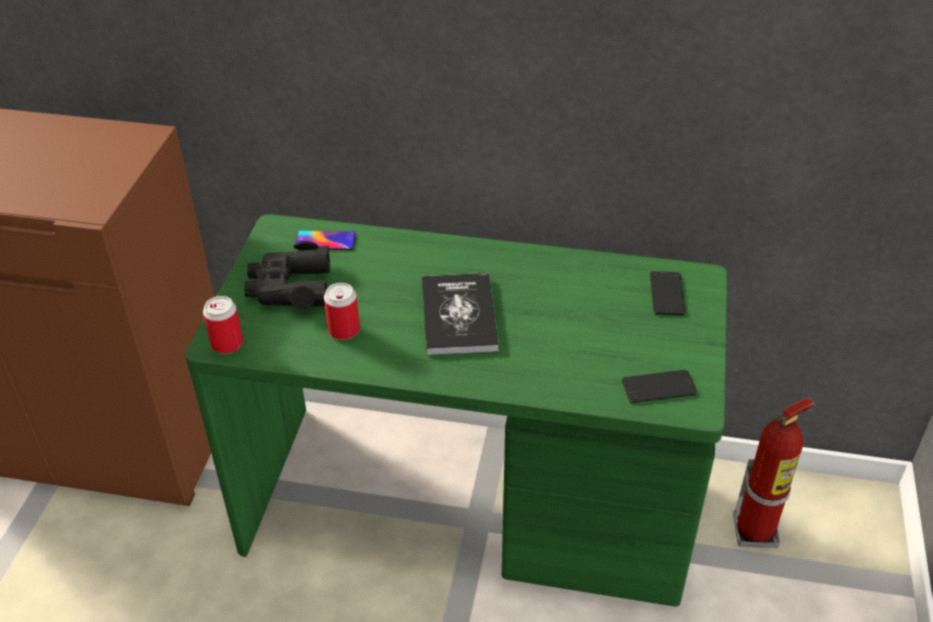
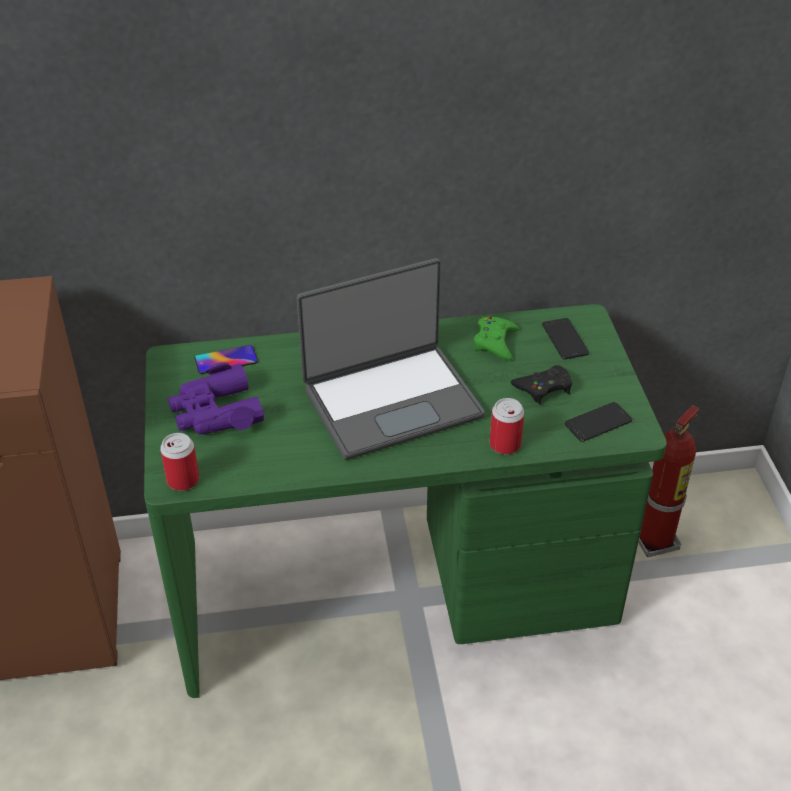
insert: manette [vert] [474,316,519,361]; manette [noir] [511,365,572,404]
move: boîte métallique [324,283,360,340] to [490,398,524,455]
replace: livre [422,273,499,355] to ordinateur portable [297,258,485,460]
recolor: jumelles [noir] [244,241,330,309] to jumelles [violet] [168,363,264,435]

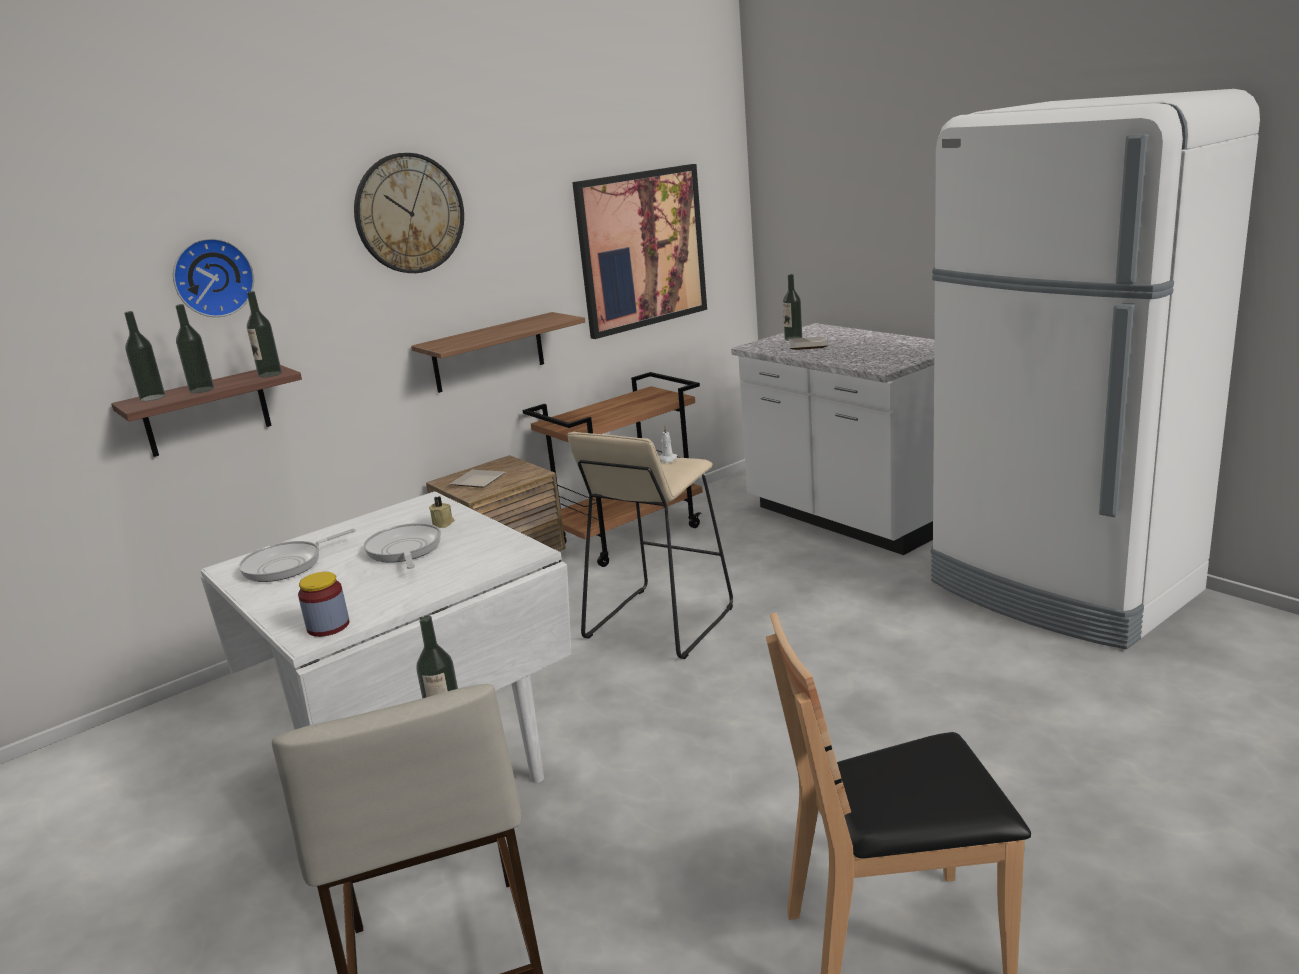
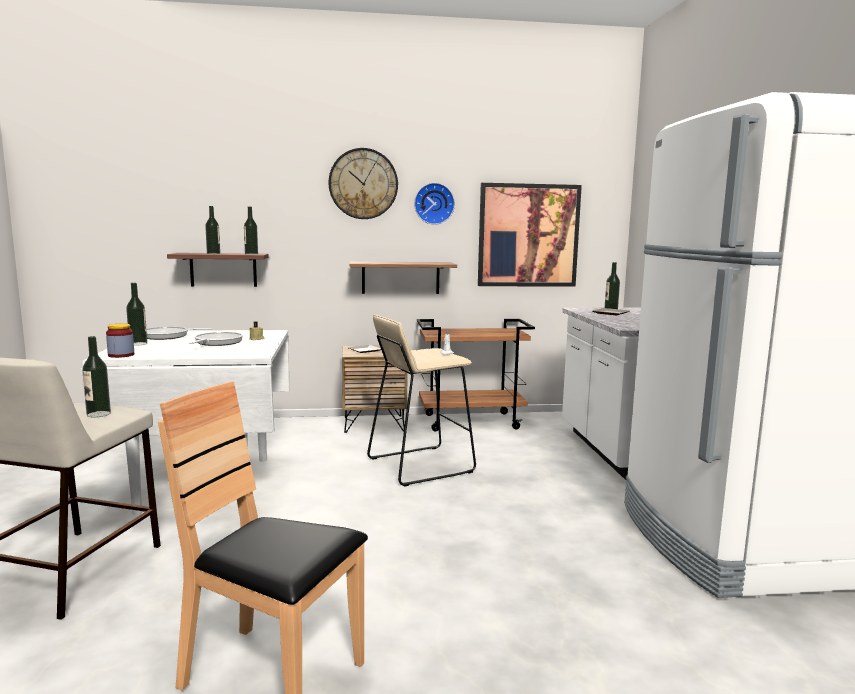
move: bouteille [124,311,165,401] to [126,283,147,346]; horloge murale [173,238,254,317] to [414,183,455,225]

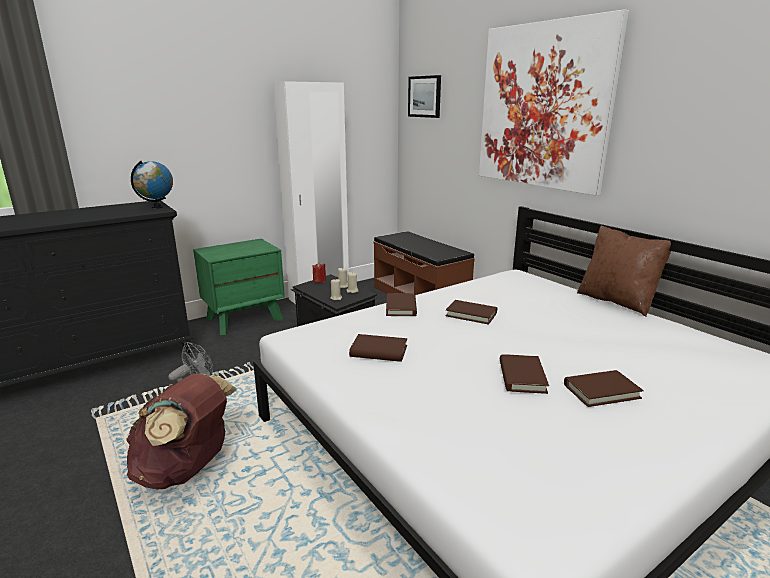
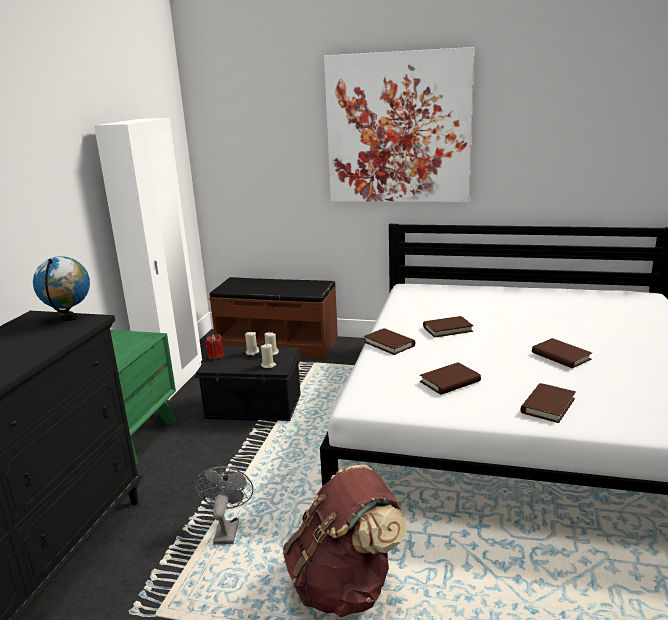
delete: tableau [408,75,441,118]; coussin [marron] [577,226,671,317]
move: livre [marron] [564,370,644,407] to [520,383,576,423]

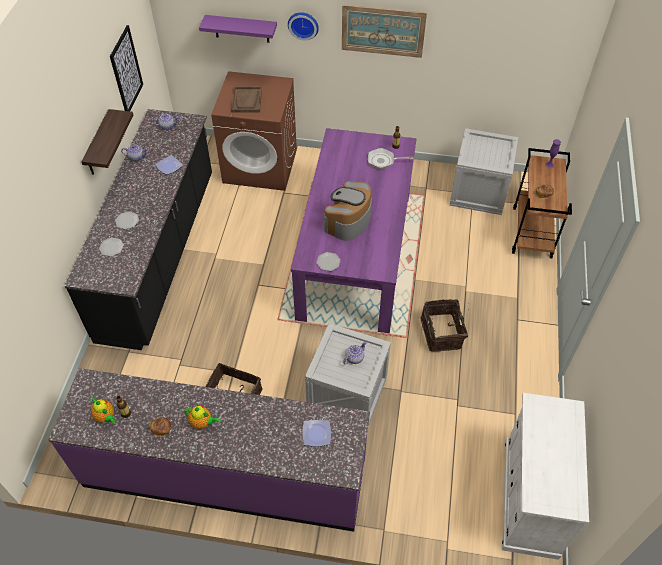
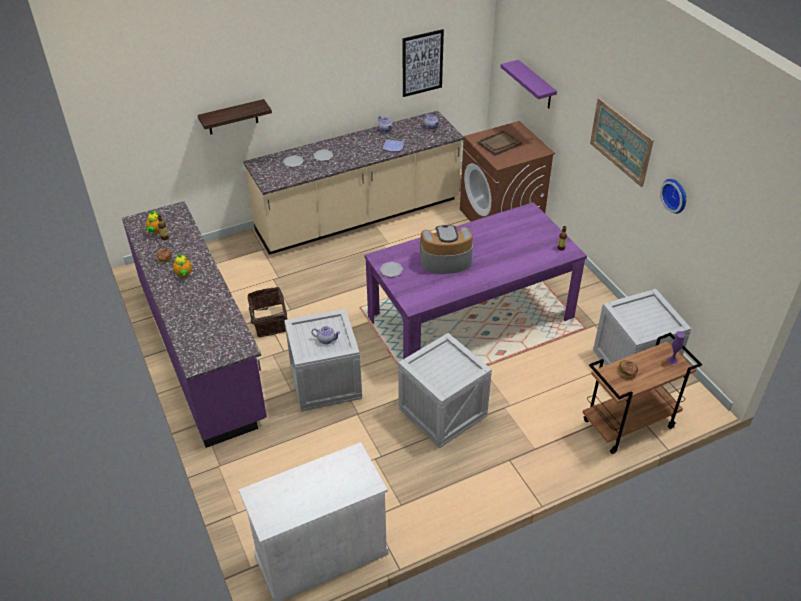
delete: assiette [302,420,331,447]; poêle [368,148,414,170]
move: étagère [81,109,133,175] to [198,99,272,134]; horloge murale [288,12,319,41] to [660,179,686,214]
replace: panier [421,299,468,352] to caisse [398,333,492,448]
recolor: comptoir de cuisine [noir] [65,109,212,350] to comptoir de cuisine [beige] [243,111,464,255]

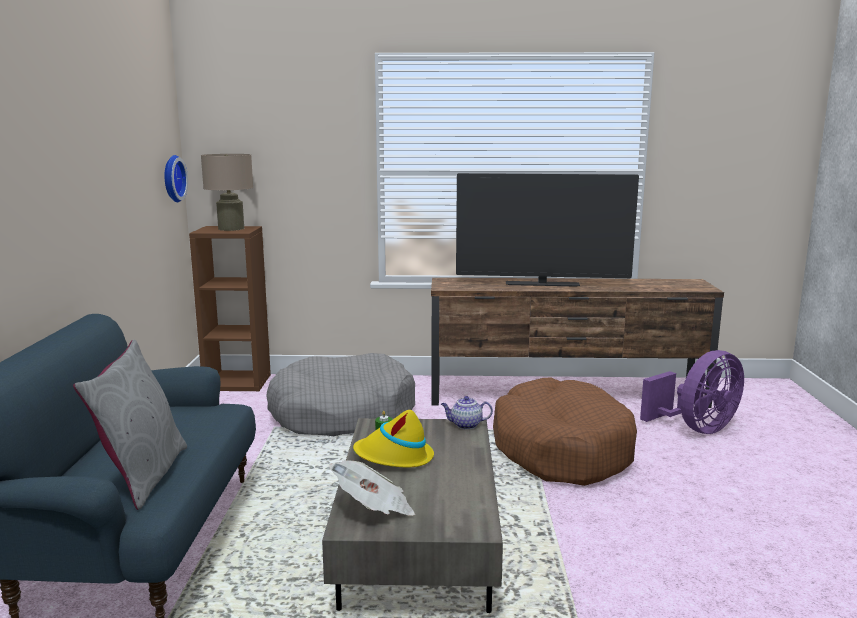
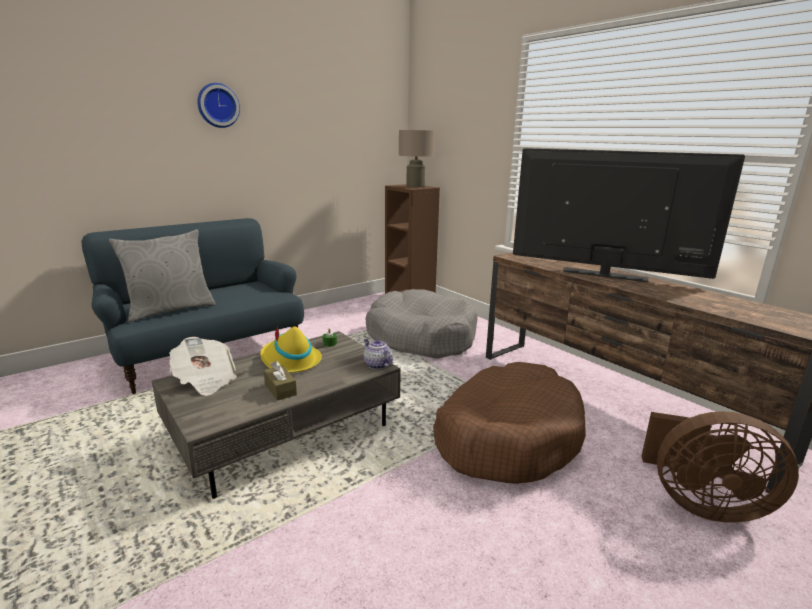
insert: boîte à mouchoirs [marron] [264,361,297,401]
move: horloge murale [165,155,188,202] to [197,83,240,128]
recolor: ventilateur [violet] [640,350,744,434] to ventilateur [marron] [641,411,799,523]
rotate: téléviseur [456,173,639,287] = [513,148,745,282] 150 degrees clockwise

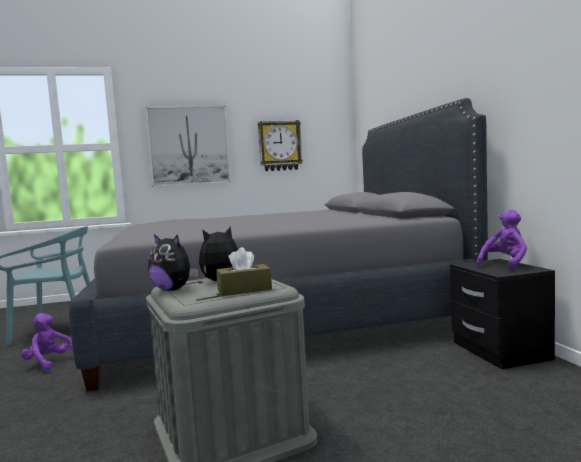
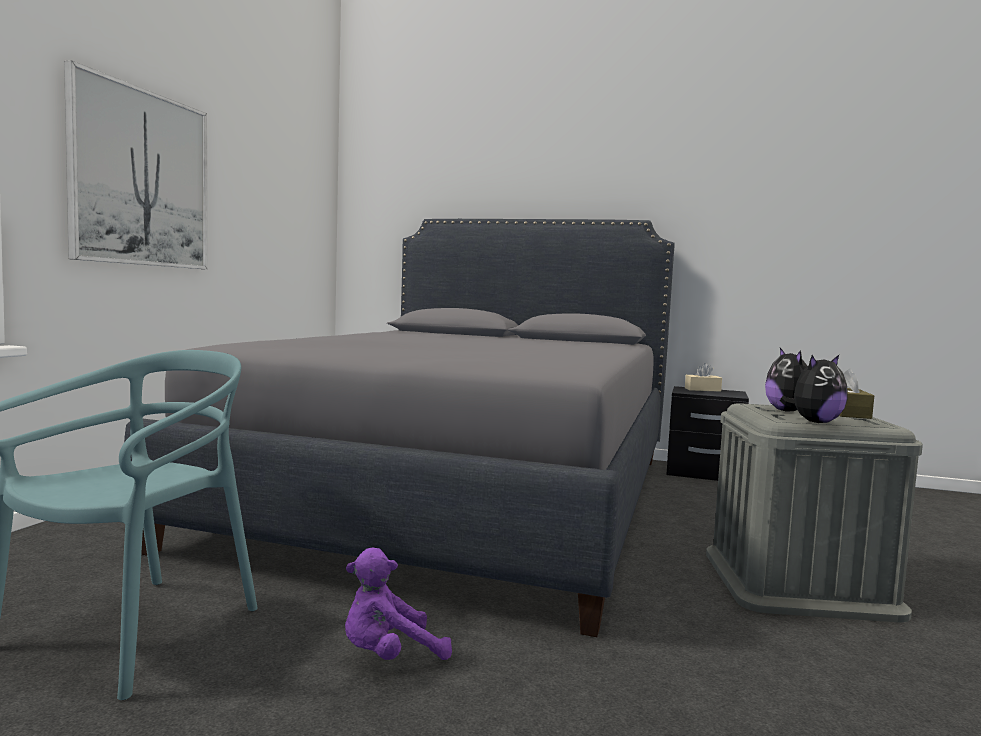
delete: horloge murale [258,120,303,171]
replace: peluche [violet] [476,209,527,270] to boîte à mouchoirs [beige] [685,363,722,392]

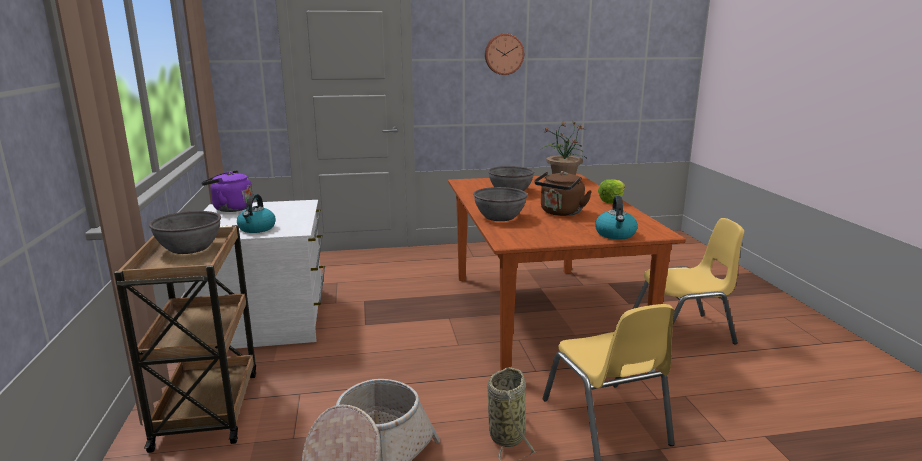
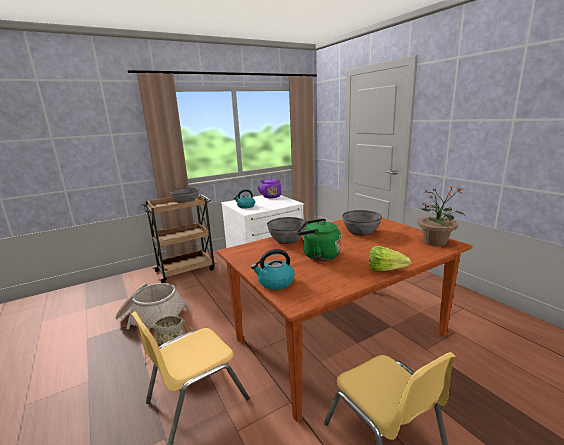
delete: horloge murale [485,34,524,75]
recolor: bouilloire [marron] [534,171,592,216] to bouilloire [vert] [297,218,341,261]

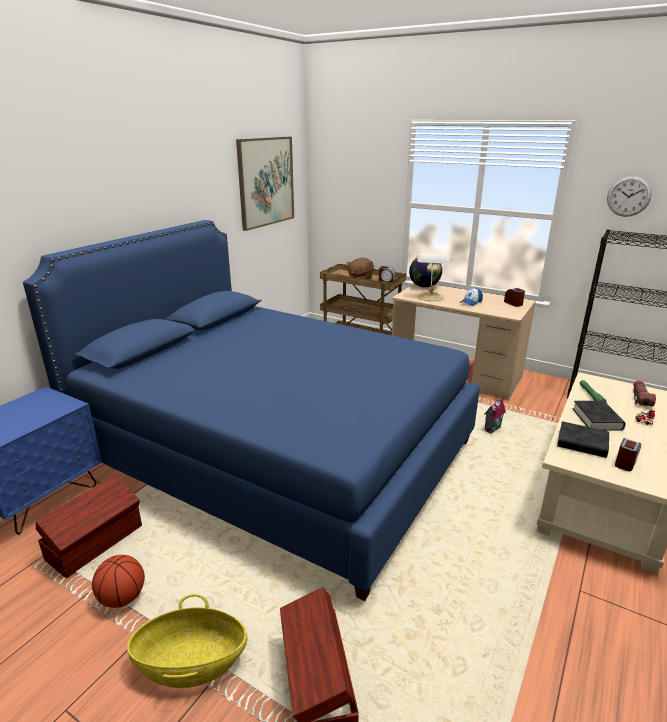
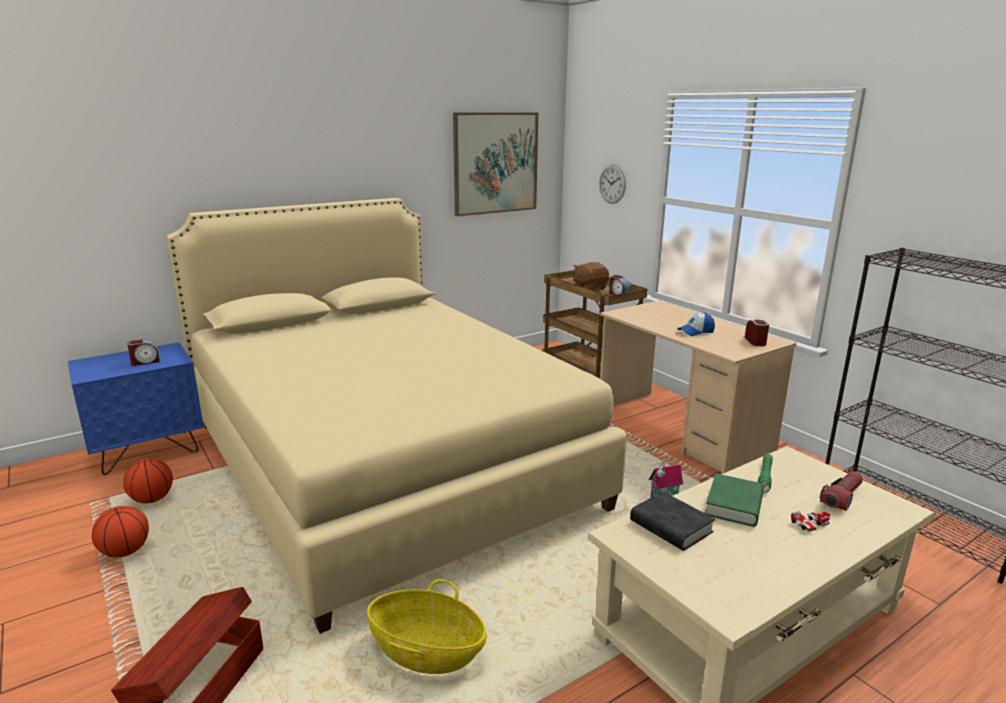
delete: globe [409,258,442,288]; lampe de table [416,253,453,301]
move: panier [127,594,248,688] to [367,579,487,674]; horloge murale [607,176,652,217] to [599,164,626,204]; réveil [615,438,641,471] to [127,339,160,366]
replace: boîte de rangement [marron] [36,475,142,578] to ballon de basket [123,458,173,503]
recolor: lit [bleu] [23,220,480,601] to lit [beige] [167,198,627,634]; livre [noir] [573,401,625,431] to livre [vert] [705,473,764,527]

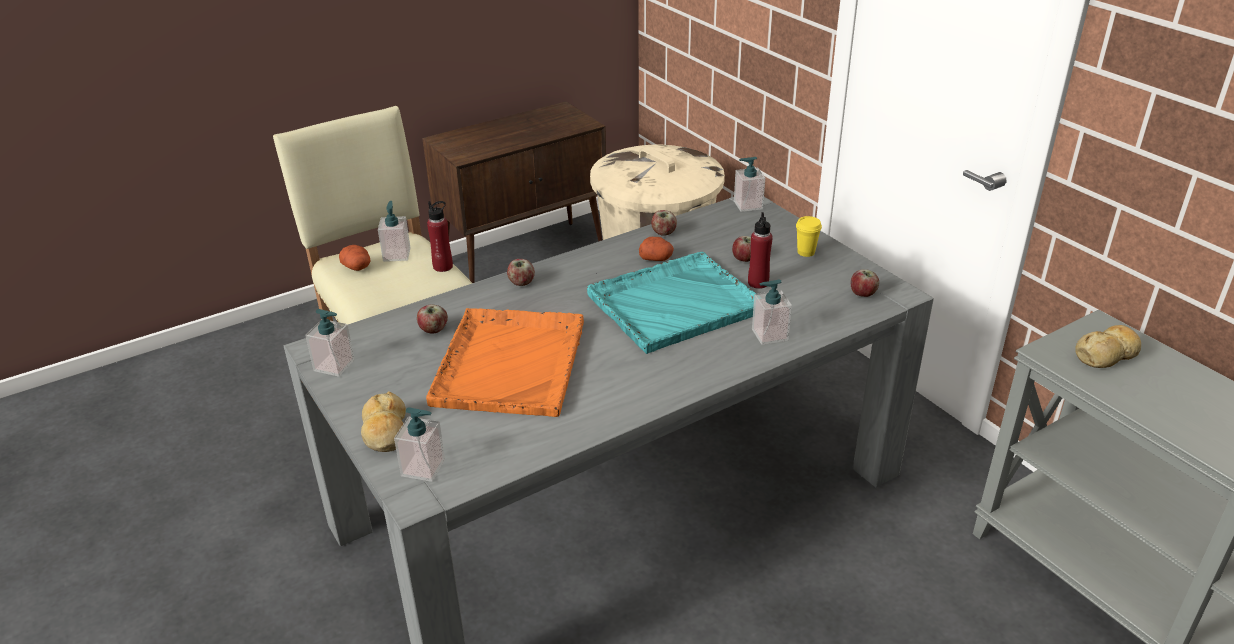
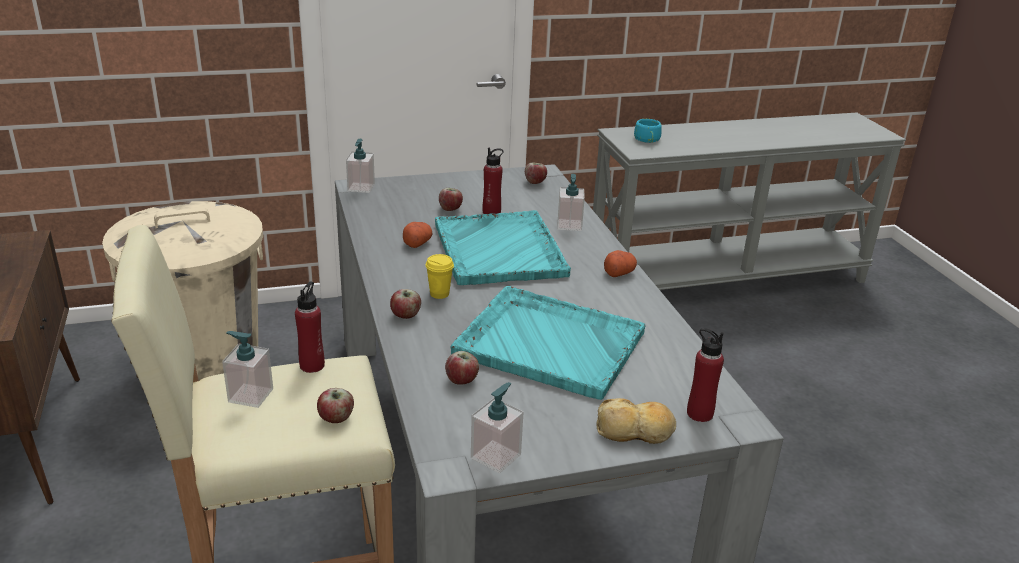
move: pomme de terre [339,245,370,271] to [604,250,637,277]; pomme [651,210,677,236] to [317,388,354,423]; tasse [jaune] [796,216,822,257] to [426,254,454,299]
replace: distributeur de savon [394,407,445,482] to bouteille [rouge] [687,328,724,422]; pain [1075,325,1141,368] to tasse [turquoise] [634,119,662,143]
recolor: plateau [orange] [426,308,584,417] to plateau [turquoise] [450,286,646,400]

